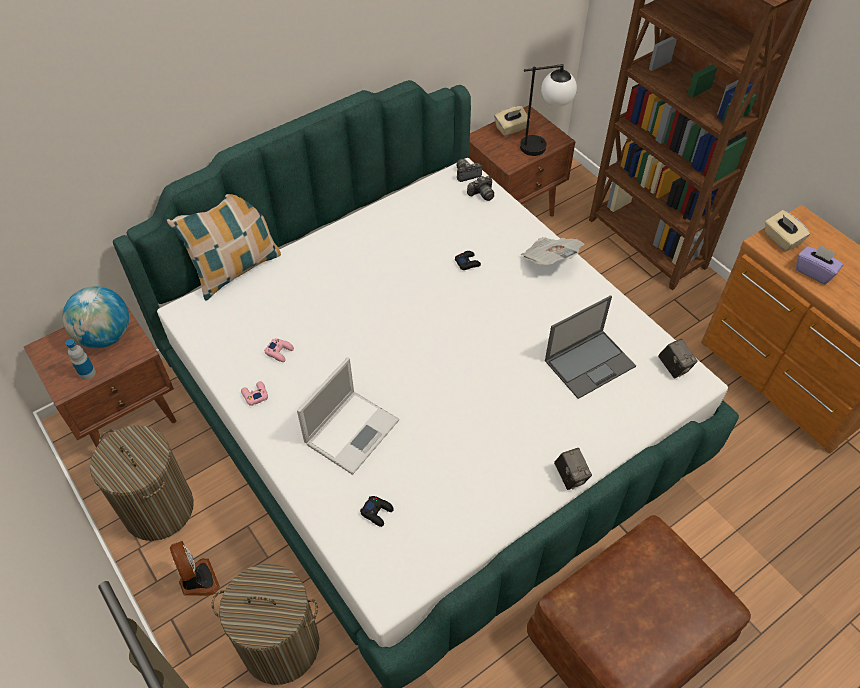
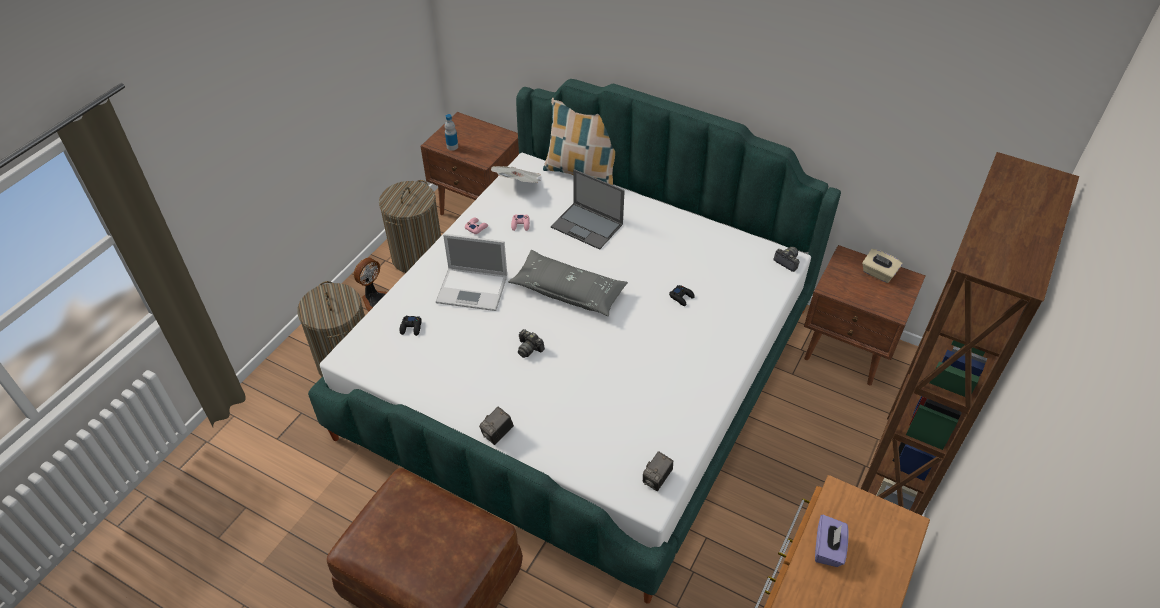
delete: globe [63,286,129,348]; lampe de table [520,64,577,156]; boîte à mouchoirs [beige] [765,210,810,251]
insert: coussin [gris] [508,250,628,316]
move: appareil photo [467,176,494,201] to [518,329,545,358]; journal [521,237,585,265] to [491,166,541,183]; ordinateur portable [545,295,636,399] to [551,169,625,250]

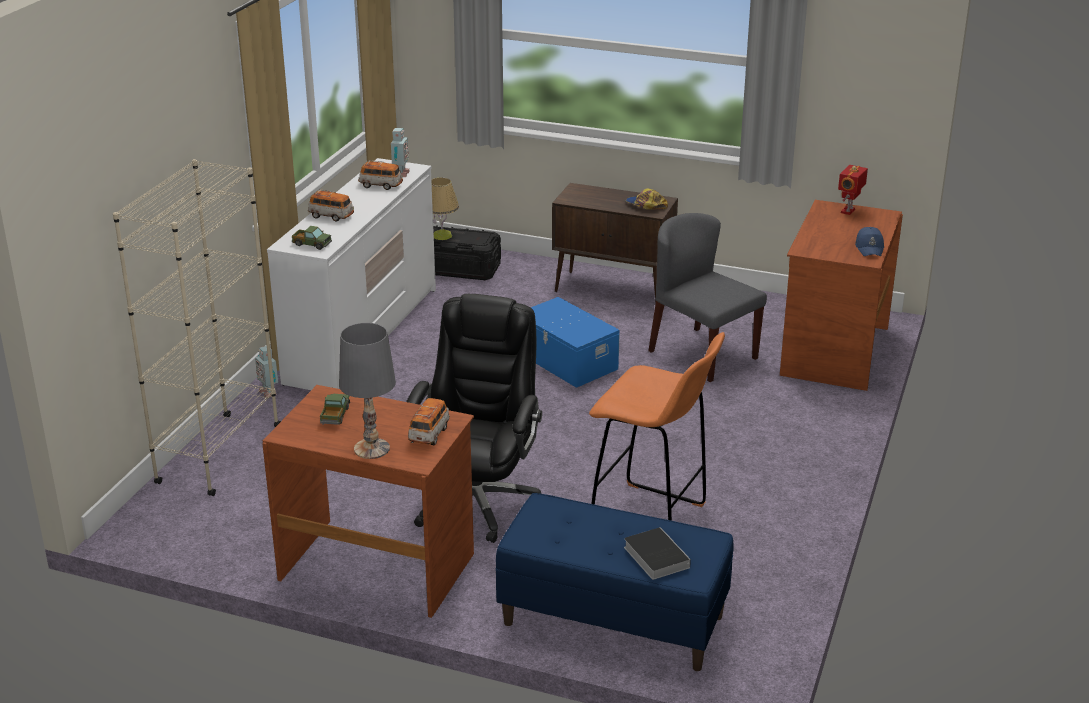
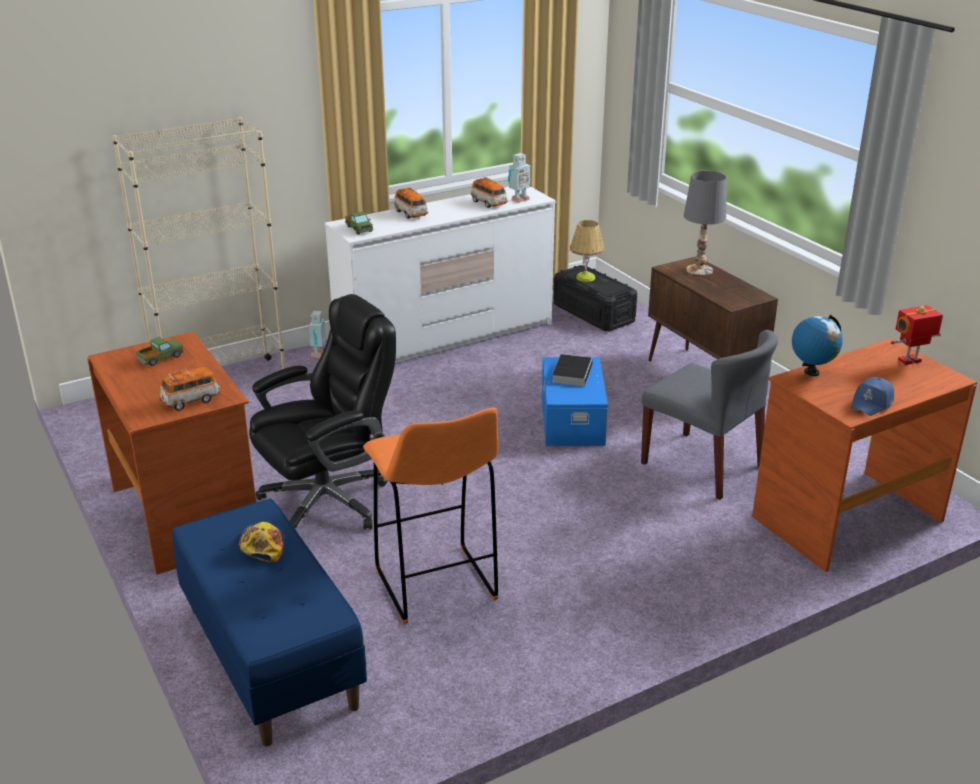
insert: globe [792,315,843,376]
move: lampe de table [gris] [339,323,396,459] to [684,171,727,276]; livre [624,527,691,580] to [552,354,593,386]; casquette [626,188,668,210] to [239,522,285,562]
rotate: chaise [gris] [648,213,767,382] = [641,330,778,500] 135 degrees clockwise

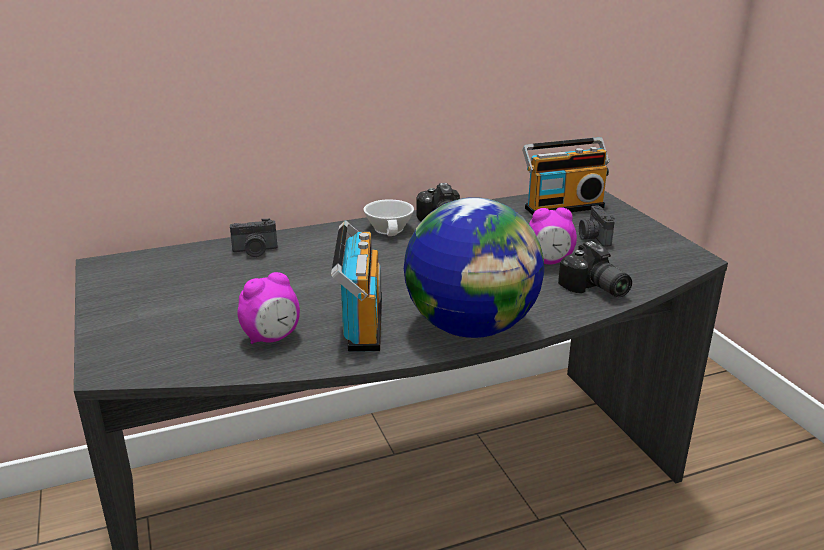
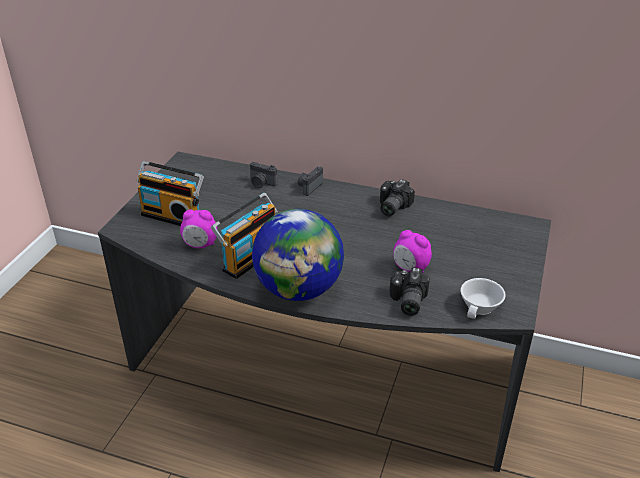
move: tasse [blanc] [364,199,414,236] to [461,278,506,319]; radio [522,137,610,215] to [136,161,204,226]; appareil photo [579,206,615,247] to [298,166,323,196]

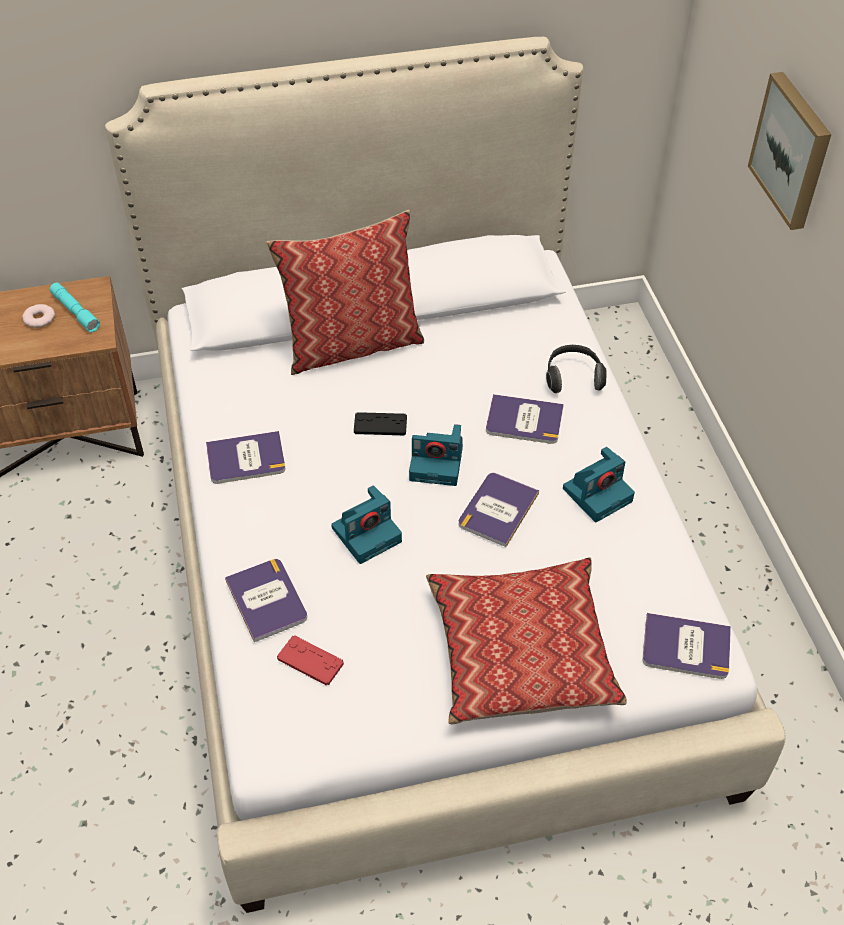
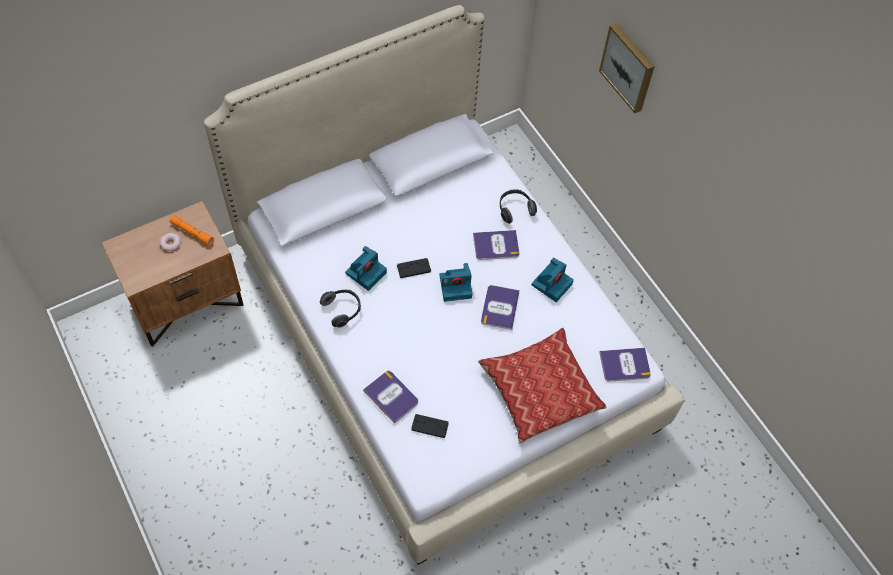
delete: coussin [266,210,424,375]
move: appareil photo [331,485,402,564] to [345,246,387,291]
replace: livre [206,431,285,484] to casque audio [320,290,361,328]
recolor: lampe de poche [turquoise] [50,283,100,333] to lampe de poche [orange] [170,216,214,246]; manette [rouge] [277,635,344,686] to manette [noir] [411,414,449,438]

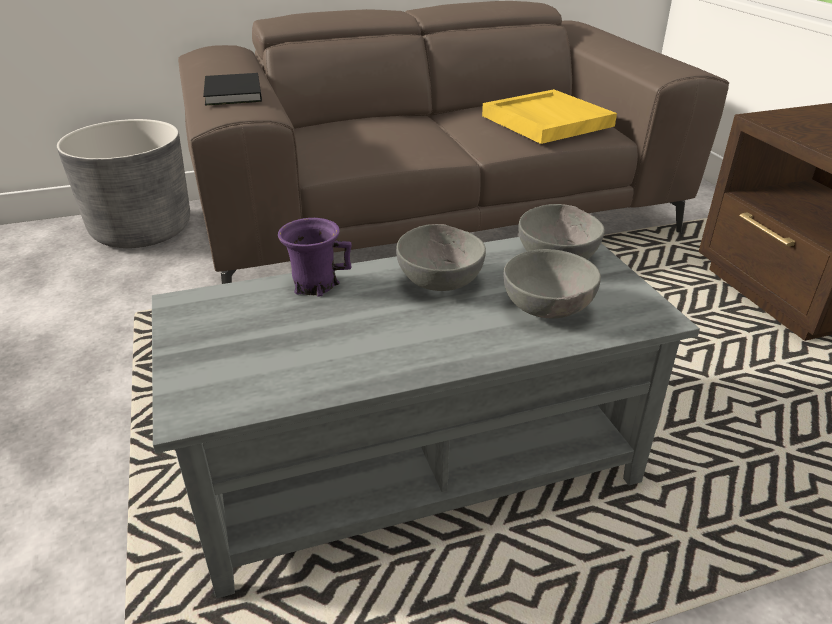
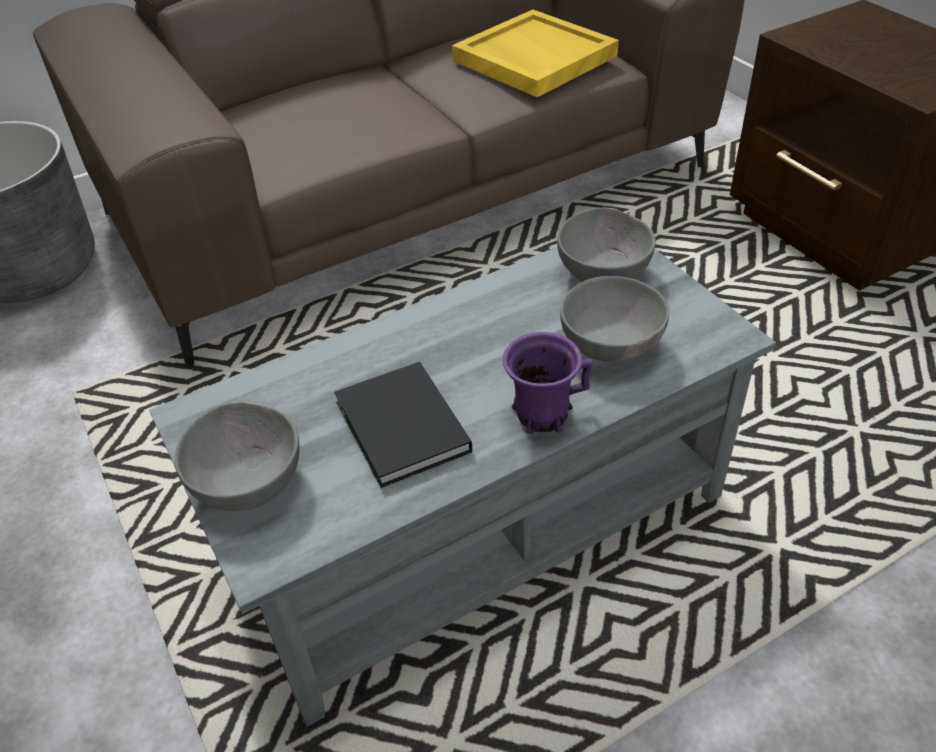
move: livre [noir] [203,73,262,106] to [334,362,472,488]; mug [violet] [278,218,352,297] to [502,332,593,434]; bol [gris] [396,224,486,291] to [175,401,300,511]

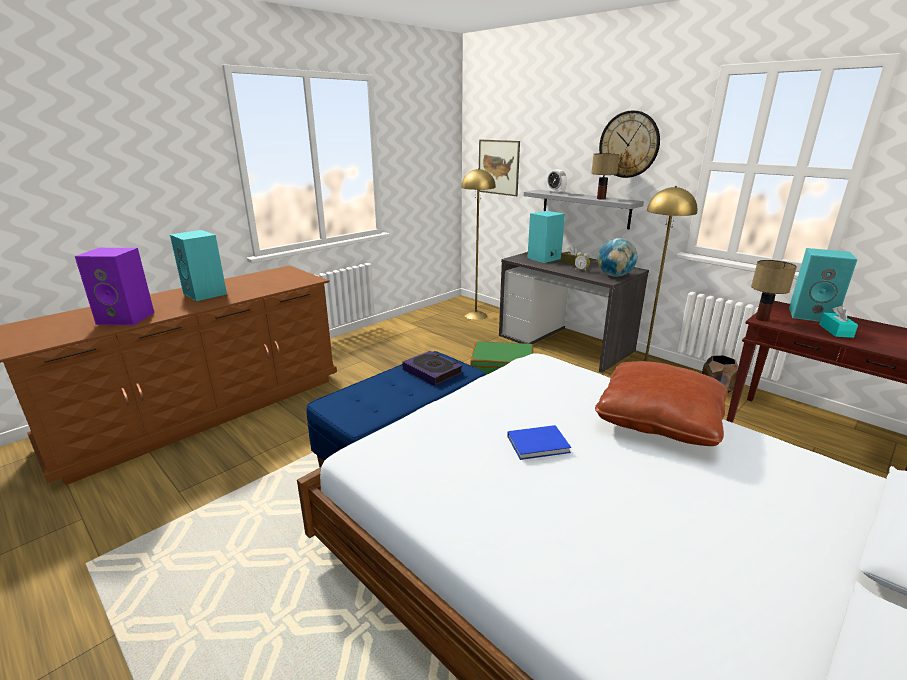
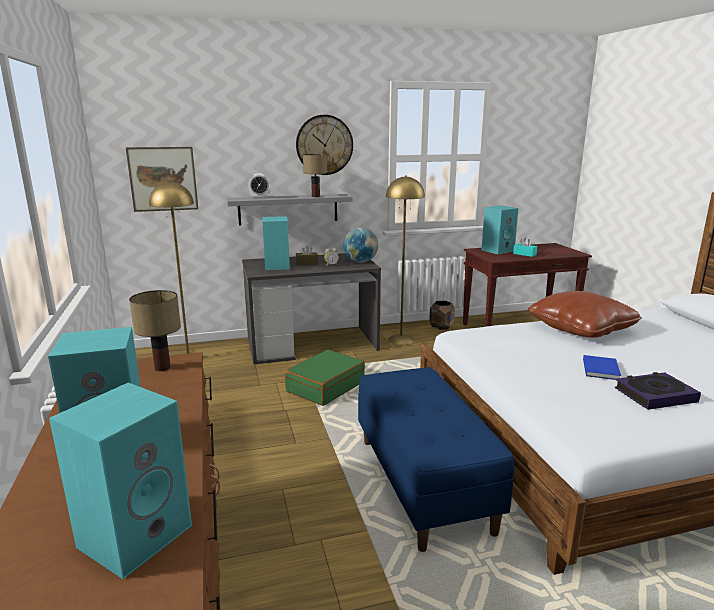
move: livre [402,351,463,386] to [615,372,701,410]; lampe de table [751,260,797,321] to [129,290,181,371]
recolor: enceinte [violet] [75,248,154,325] to enceinte [turquoise] [49,383,192,579]

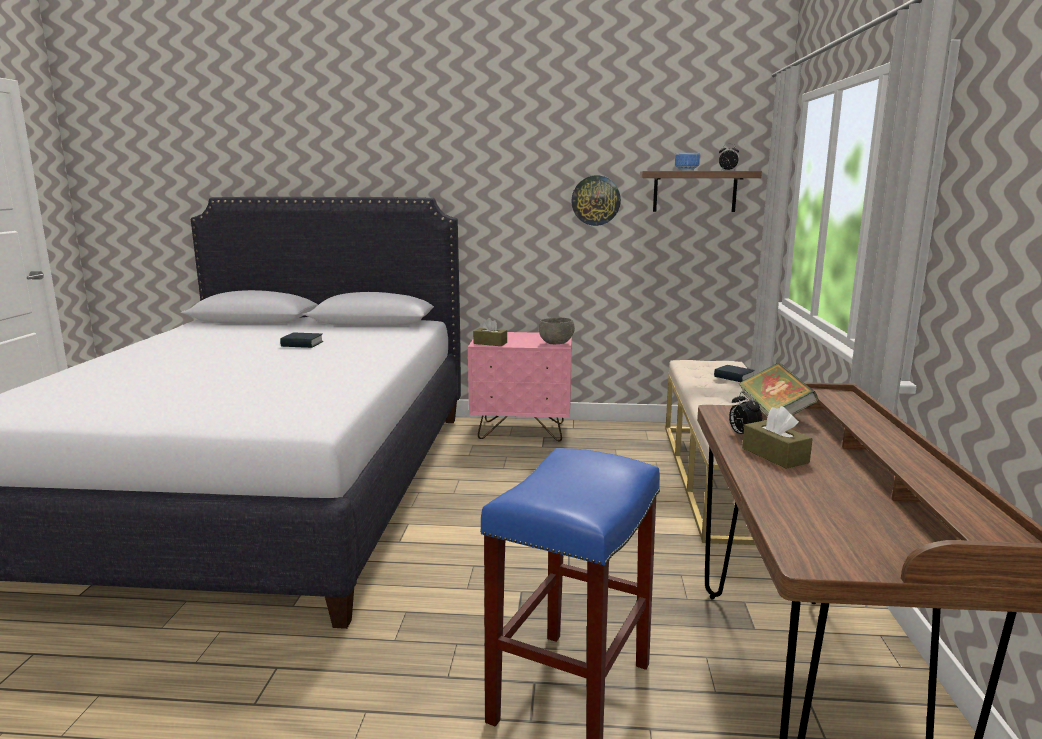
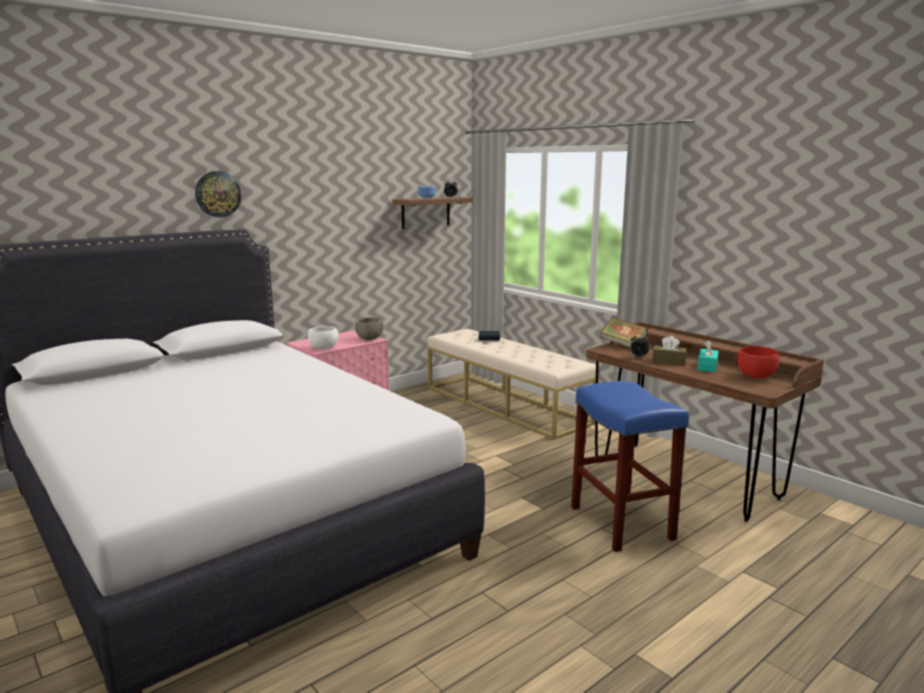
delete: livre [280,333,323,348]
insert: boîte à mouchoirs [turquoise] [697,340,718,372]; bol [rouge] [737,346,780,378]
move: horloge murale [571,176,621,226] to [195,171,241,218]
replace: boîte à mouchoirs [marron] [473,318,507,346] to bol [blanc] [308,326,338,349]

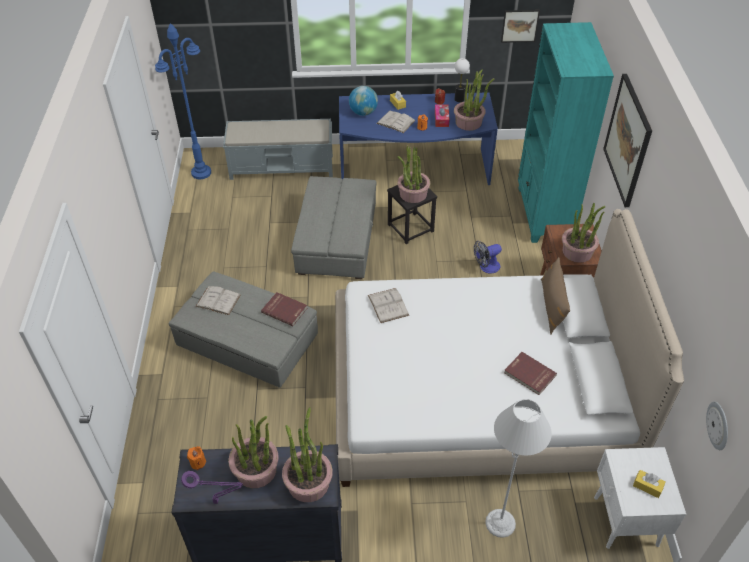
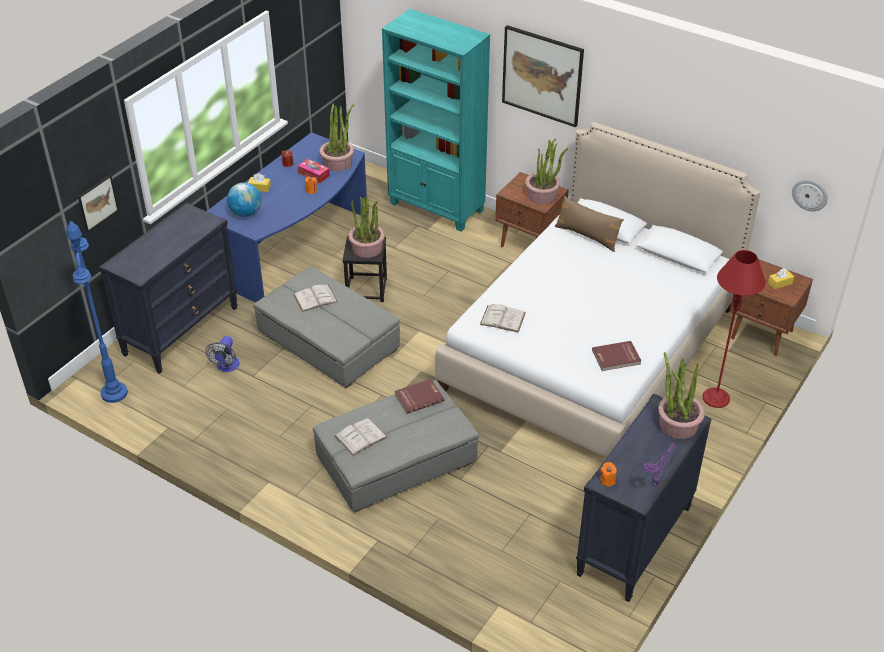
delete: plante en pot [228,416,279,488]; lampe de table [455,58,470,102]
move: livre [blanc] [376,111,416,133] to [293,285,338,312]; ventilateur [474,241,502,273] to [205,336,239,372]; tableau [501,10,540,43] to [78,175,119,232]; livre [rouge] [504,352,557,395] to [592,341,641,371]
replace: banc [gris] [223,119,333,180] to commode [noir] [99,203,238,374]
recolor: lampadaire [gris] [485,399,552,538] to lampadaire [rouge] [702,250,766,408]; table de chevet [blanc] [594,447,686,549] to table de chevet [marron] [730,259,813,356]

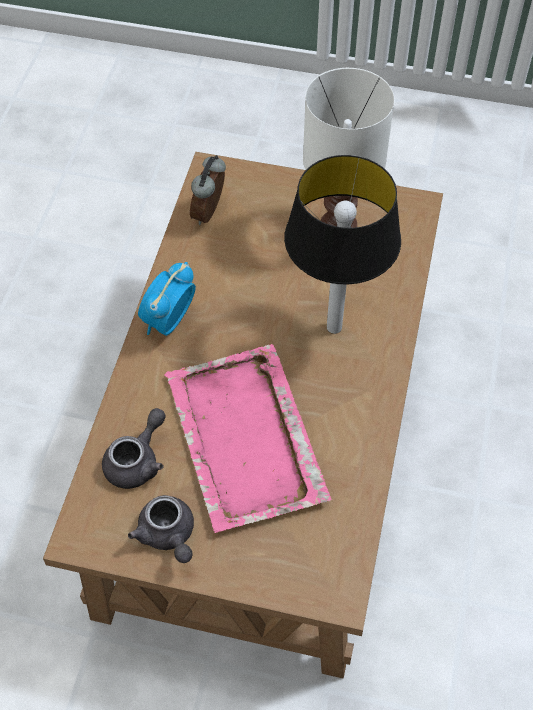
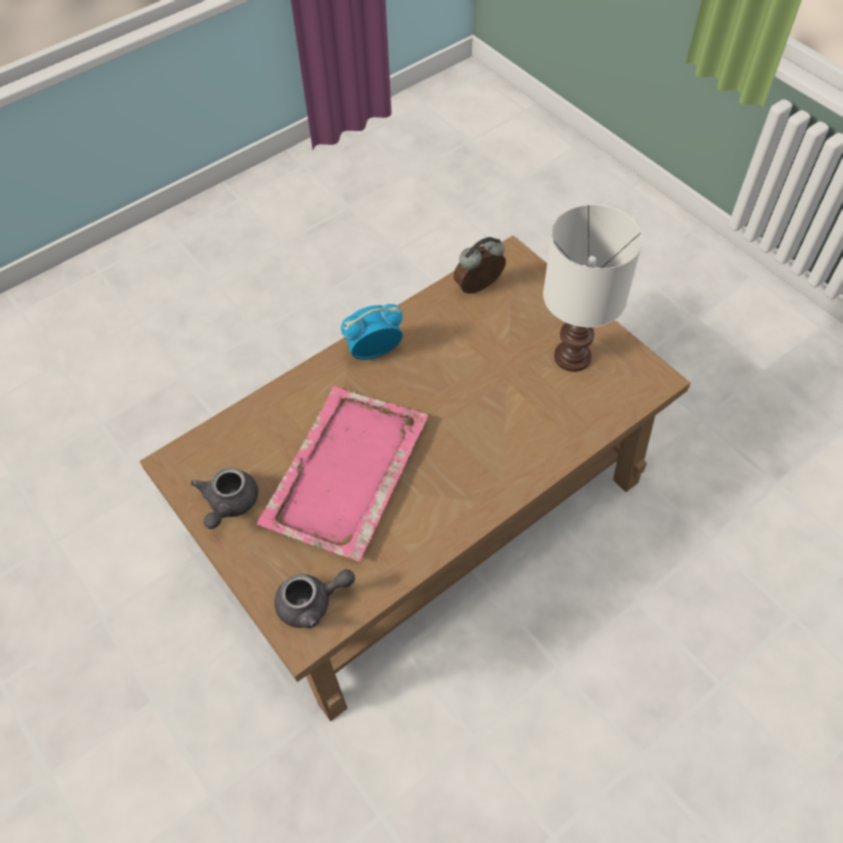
delete: lampe de table [284,155,401,334]
move: théière [gris] [102,408,166,489] to [274,569,355,628]

